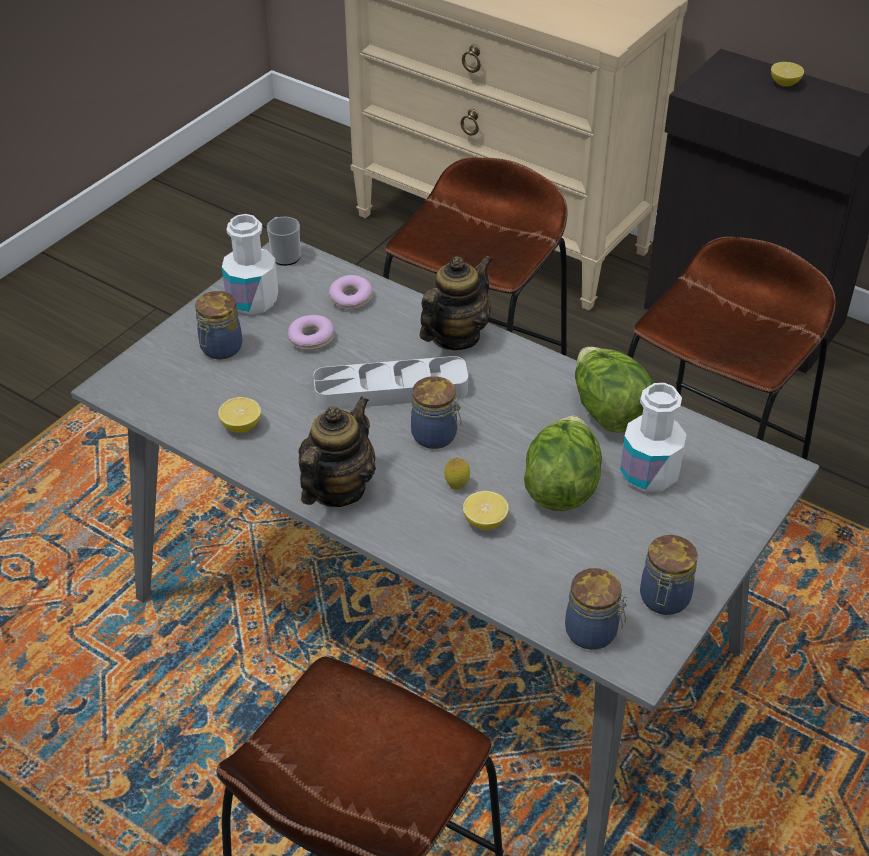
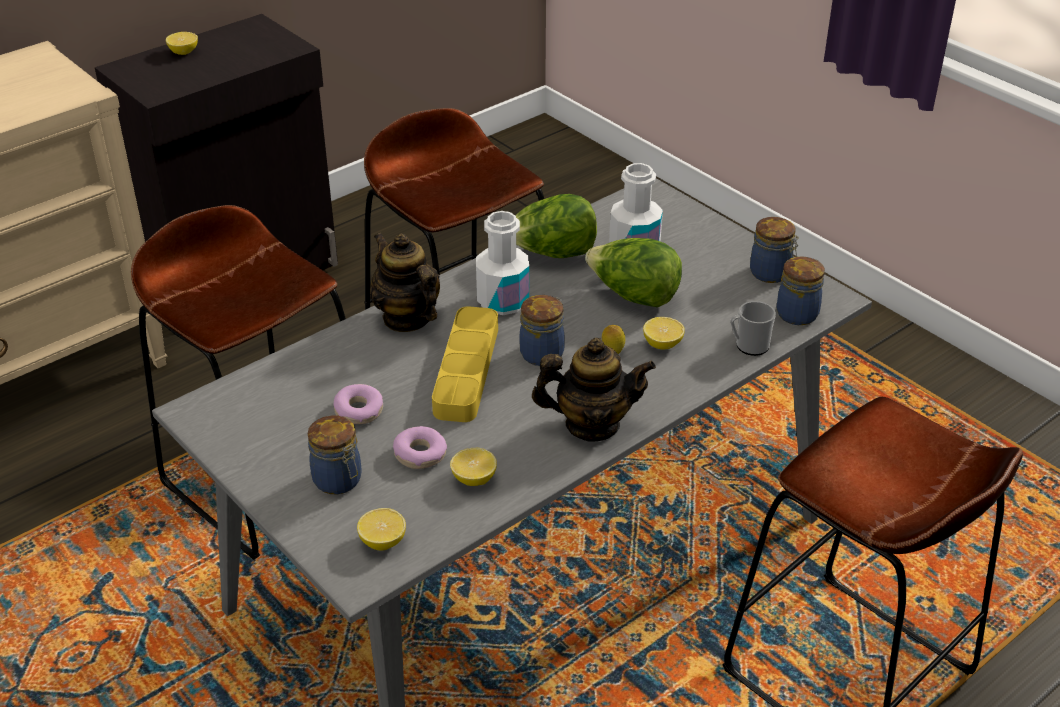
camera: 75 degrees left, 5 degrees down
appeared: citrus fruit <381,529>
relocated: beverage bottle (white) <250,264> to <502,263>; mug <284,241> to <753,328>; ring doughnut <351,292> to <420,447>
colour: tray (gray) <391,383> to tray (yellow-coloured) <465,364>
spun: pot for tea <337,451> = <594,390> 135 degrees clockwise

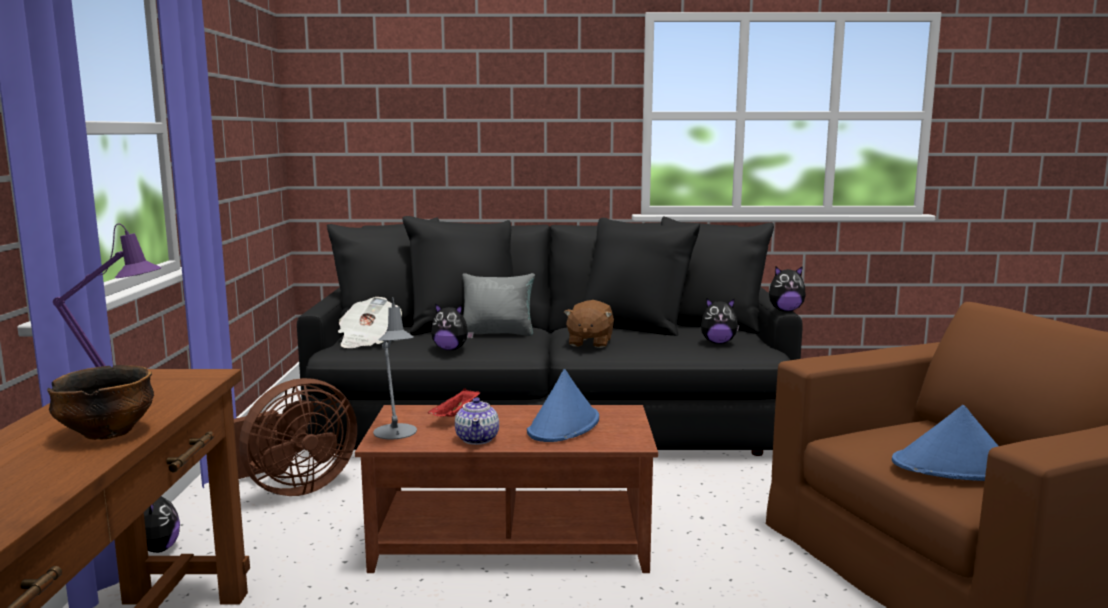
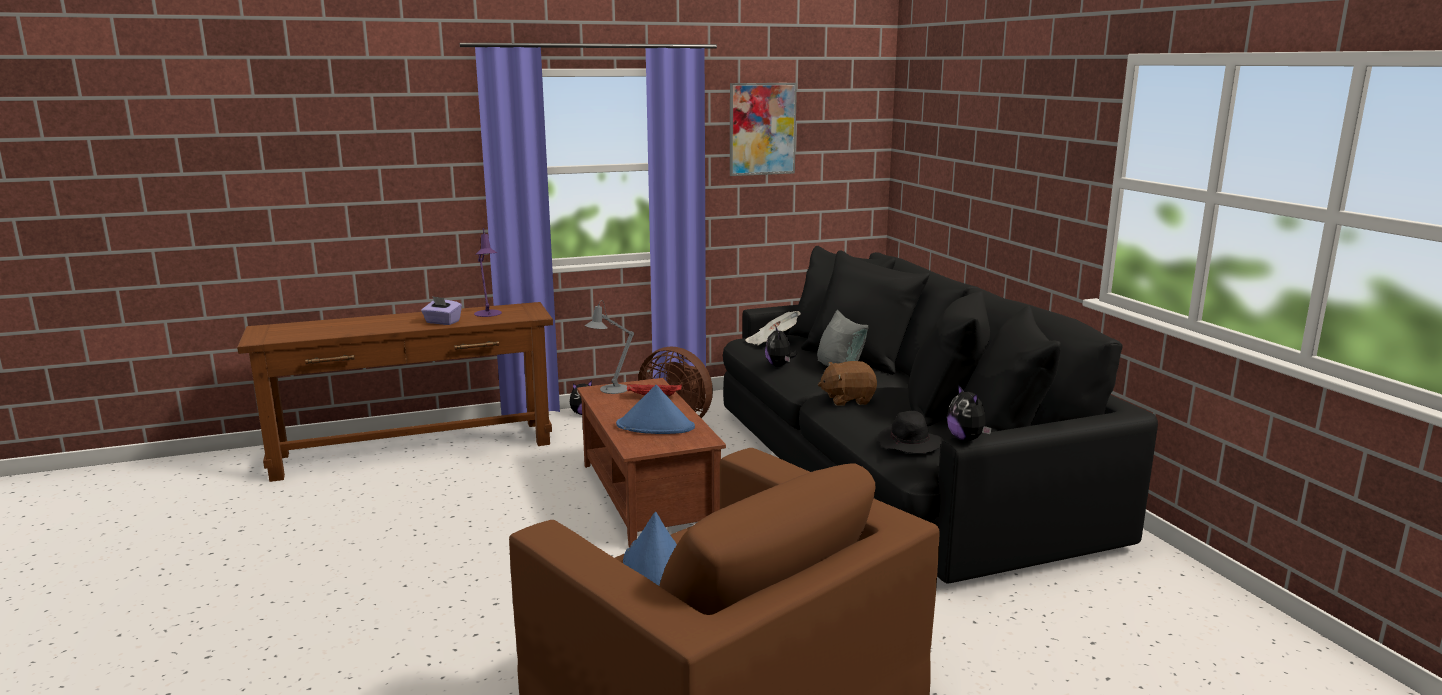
camera: 70 degrees right, 5 degrees up
missing: pot for tea <477,421>
appeared: wall art <763,129>
exchanged: bowl <100,402> to tissue box (purplish) <441,310>; soft toy <720,321> to wearable hat (black) <910,432>

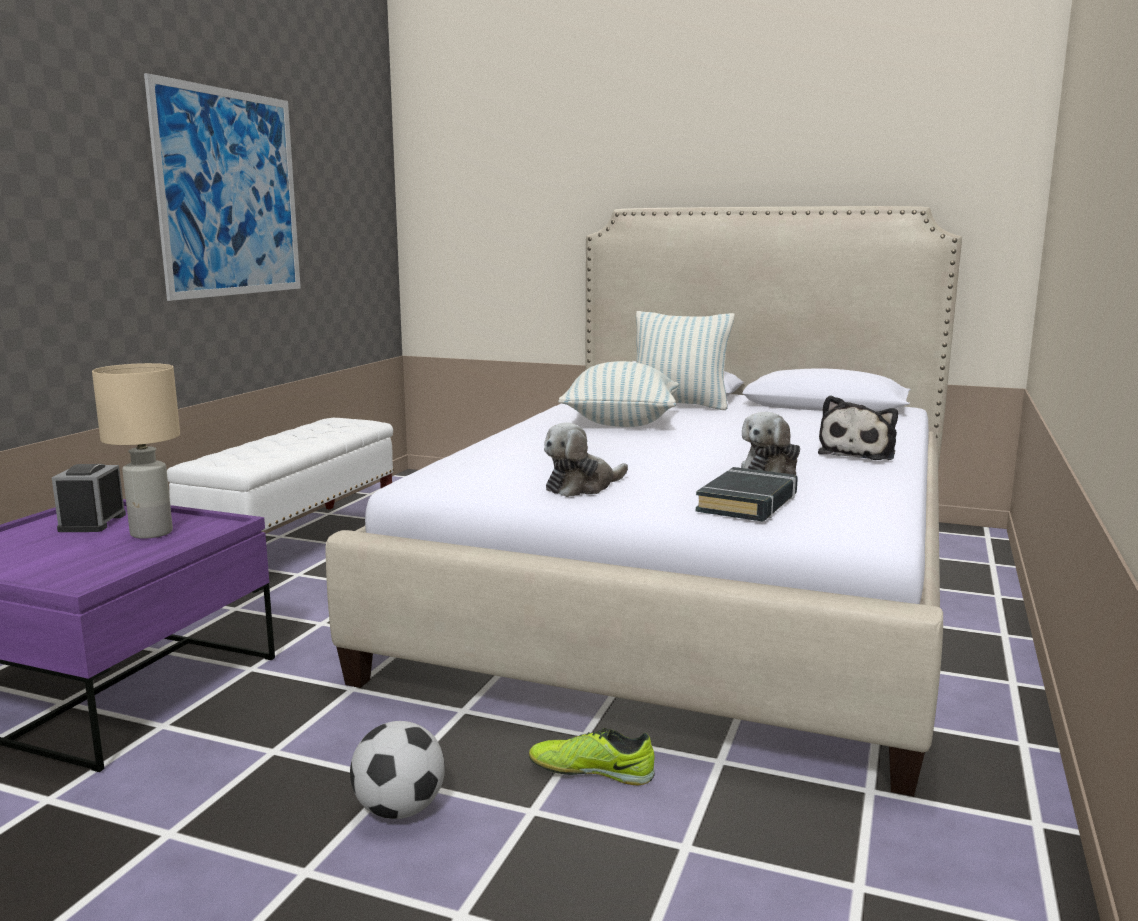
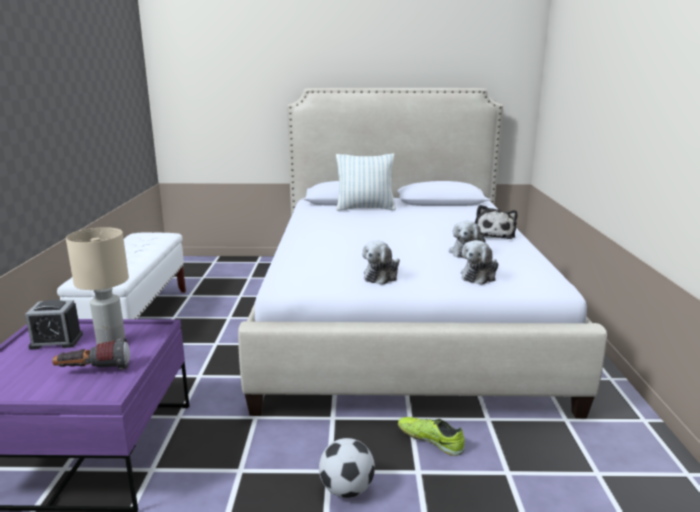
camera: 20 degrees left, 5 degrees up
missing: wall art <222,187>; throw pillow <618,394>
appeared: flashlight <91,354>
exchanged: volume (black) <747,494> to soft toy <480,262>
spun: table clock <89,498> = <54,325> 75 degrees counterclockwise; shoe <592,756> = <431,436> 45 degrees clockwise

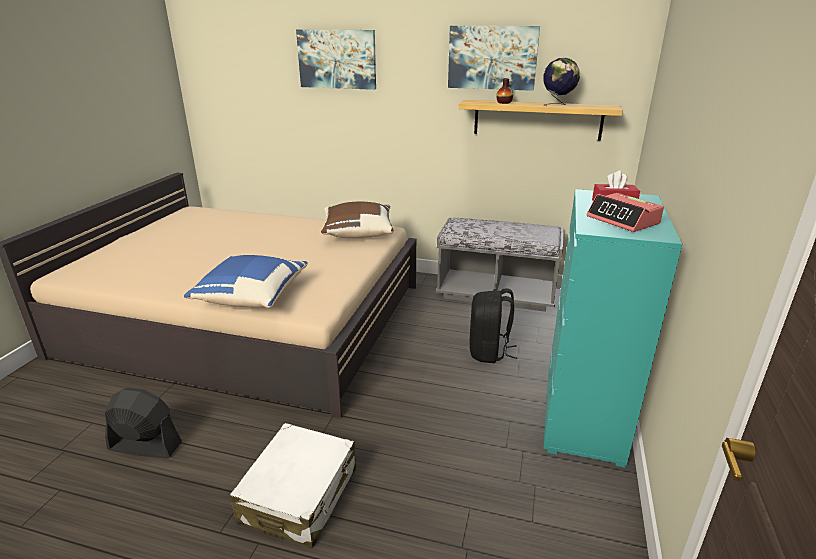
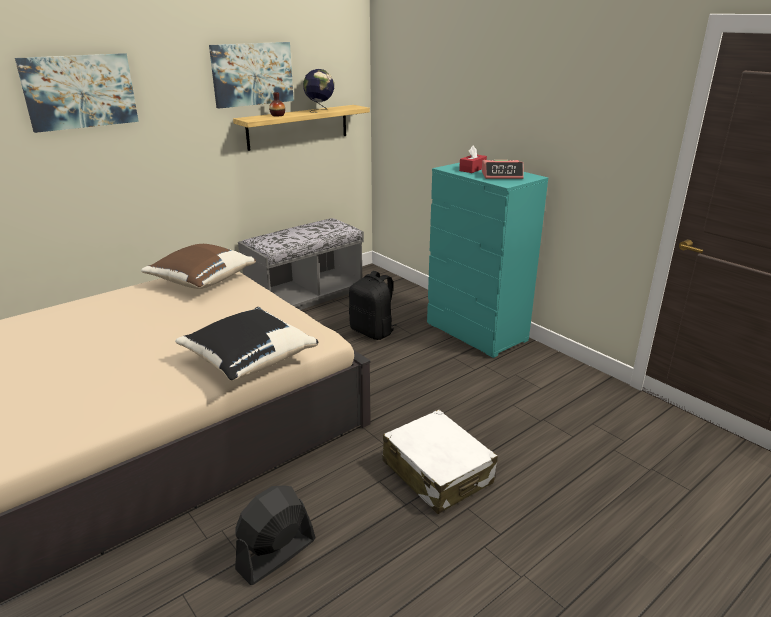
camera: 55 degrees left, 0 degrees up
colour: throw pillow (blue) <246,281> to throw pillow (black) <247,344>

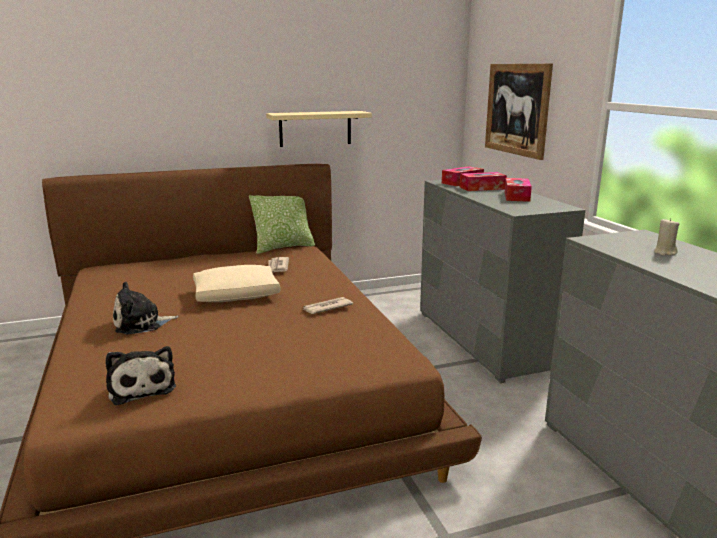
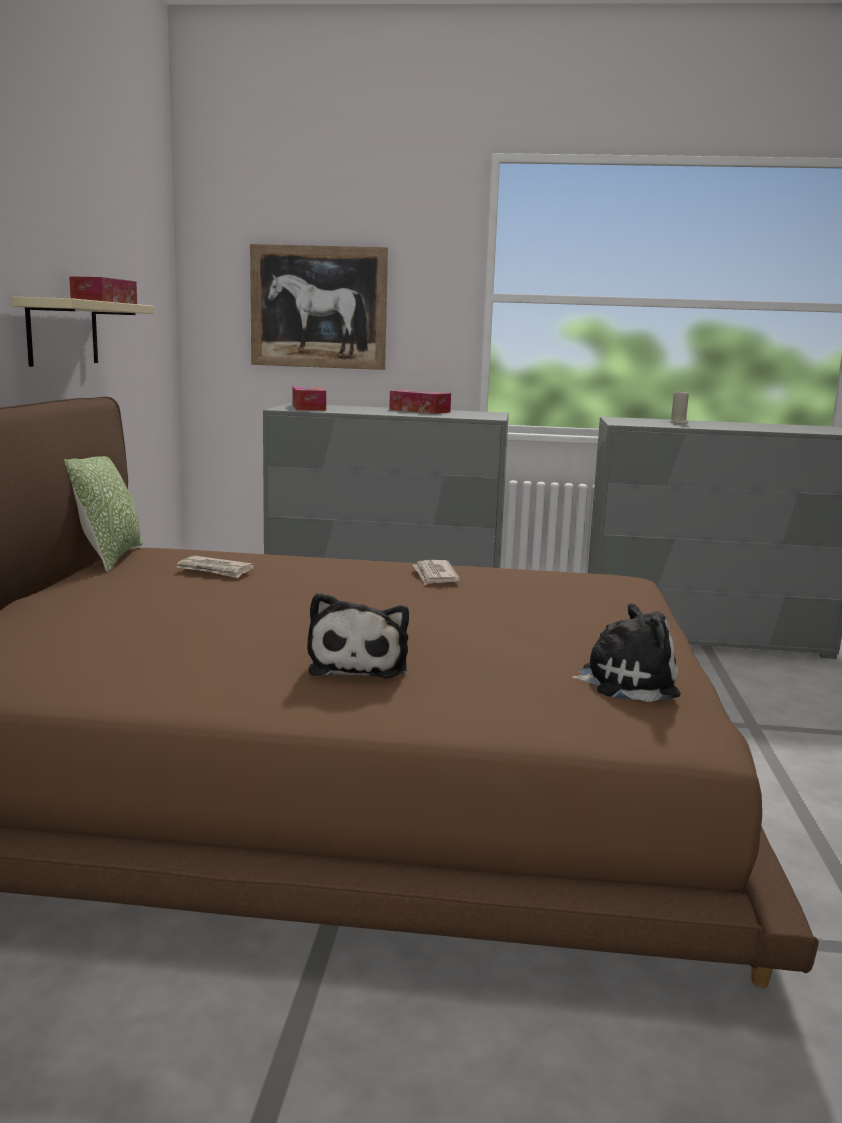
camera: 65 degrees left, 5 degrees down
missing: throw pillow (beige-coloured) <237,283>
relocated: tissue box <483,181> to <103,290>

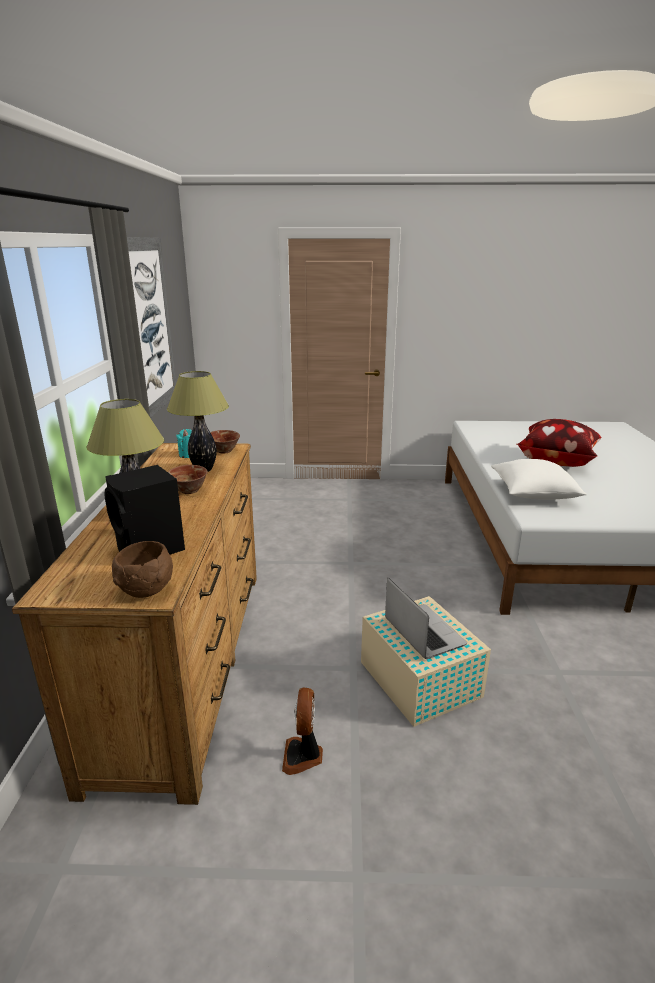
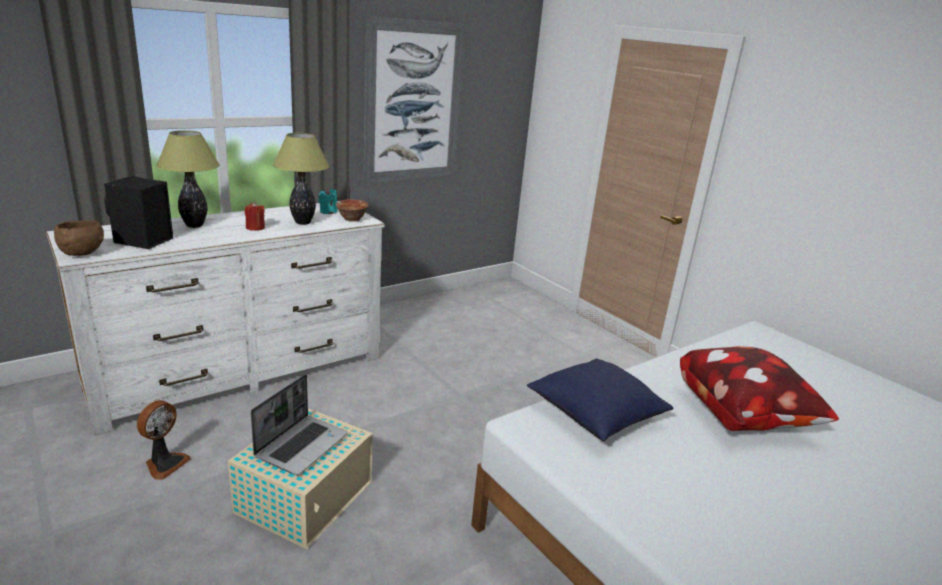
camera: 50 degrees right, 0 degrees up
exchanged: bowl <187,479> to wax candle (red) <255,216>
colour: chest of drawers (brownish) <134,624> to chest of drawers (white) <215,318>; throw pillow (white) <539,479> to throw pillow (blue) <600,400>
spun: cooling fan <302,731> = <164,440> 150 degrees clockwise

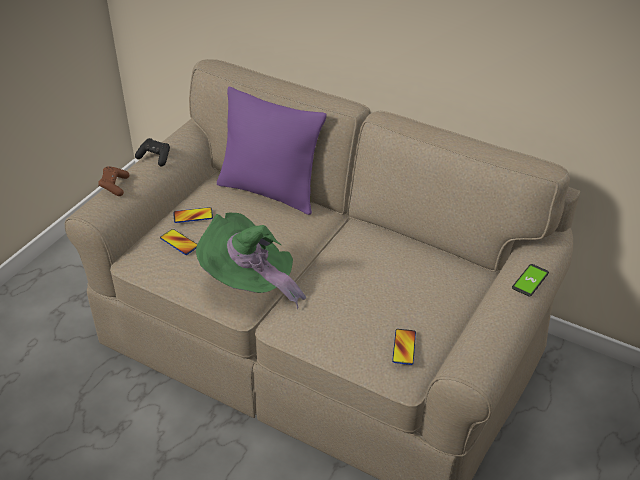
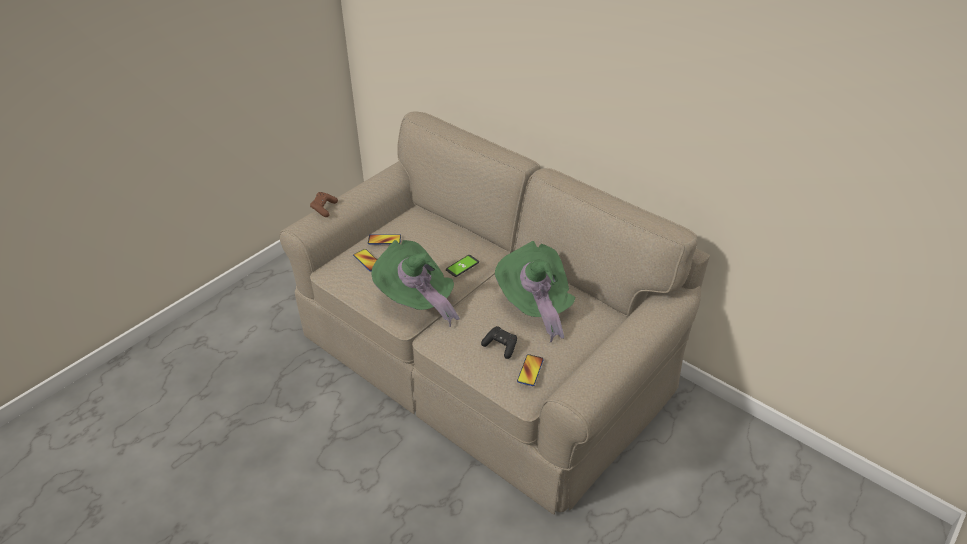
camera: 10 degrees right, 0 degrees up
missing: throw pillow (purplish) <271,150>
appeared: wearable hat (greenish) <535,291>
relocated: game controller (black) <152,152> to <499,342>; handset <530,280> to <462,266>

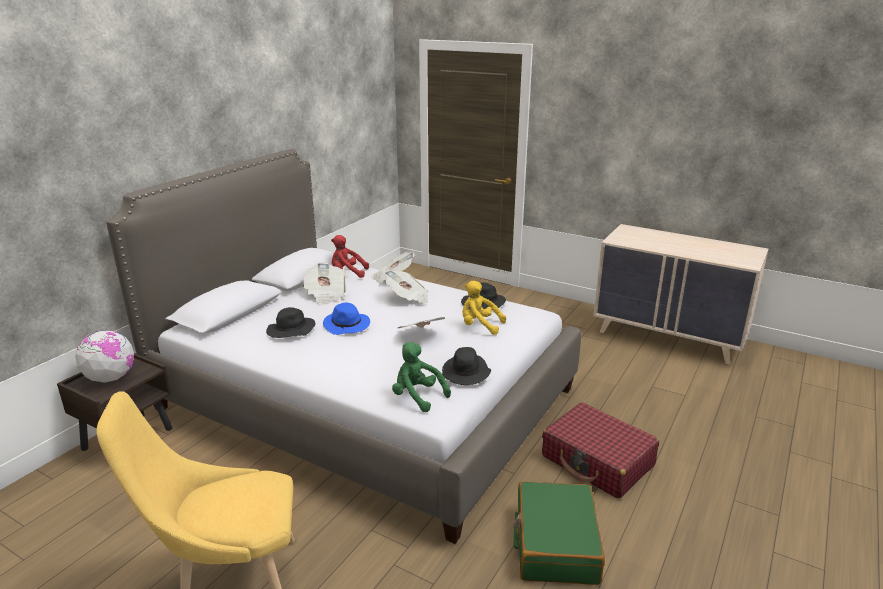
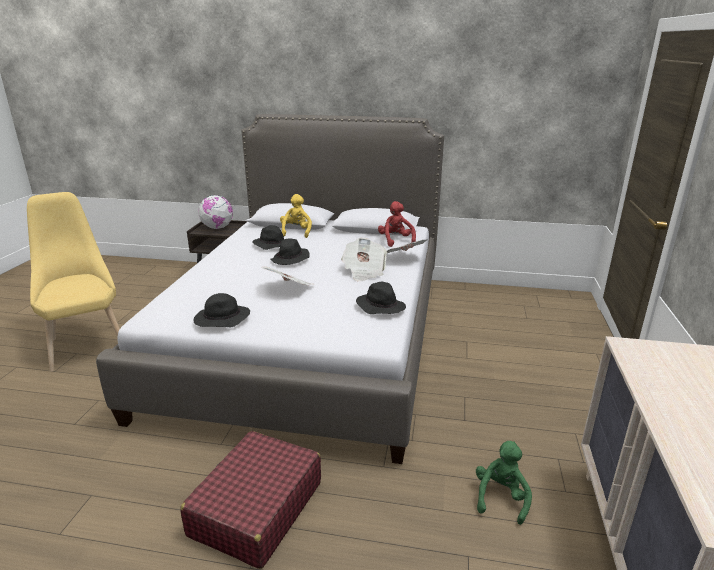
camera: 70 degrees right, 0 degrees up
missing: newspaper <325,283>; travel case (greenish) <559,533>
relocated: soft toy (greenish) <421,377> to <504,483>; soft toy (yellow-coloured) <484,308> to <296,216>
colour: wearable hat (blue) <346,319> to wearable hat (black) <290,252>

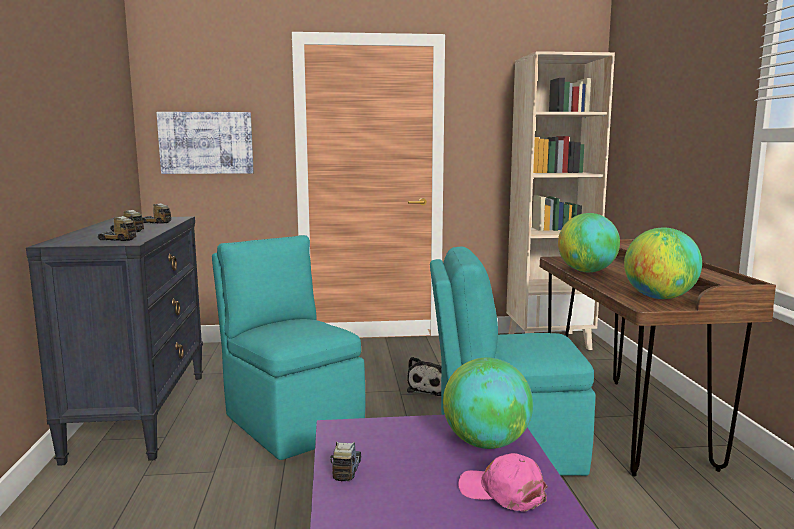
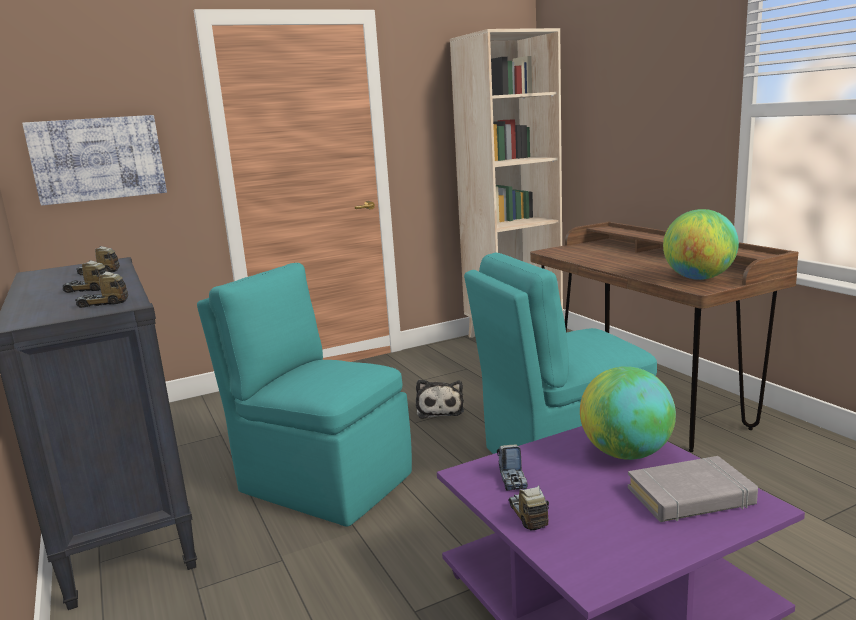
camera: 20 degrees left, 5 degrees up
missing: world globe <589,242>
appeared: toy truck <512,468>
exchanged: cap (pink) <503,482> to volume (gray) <693,489>

